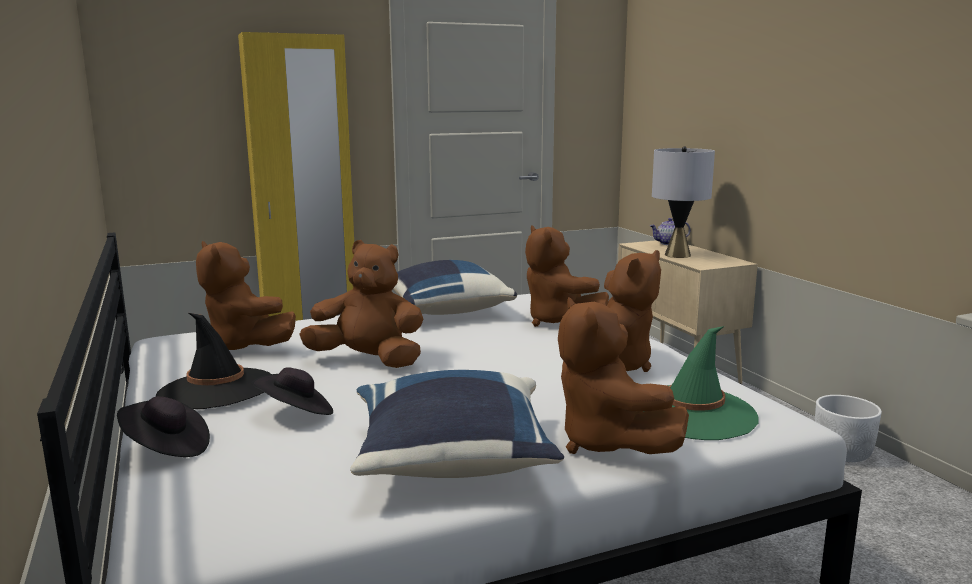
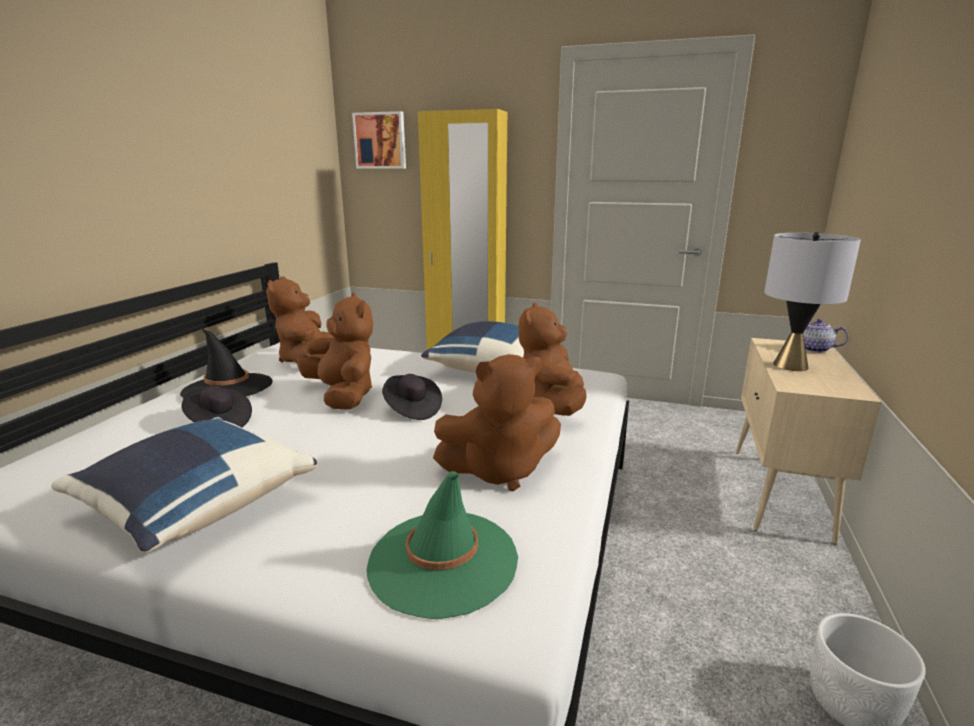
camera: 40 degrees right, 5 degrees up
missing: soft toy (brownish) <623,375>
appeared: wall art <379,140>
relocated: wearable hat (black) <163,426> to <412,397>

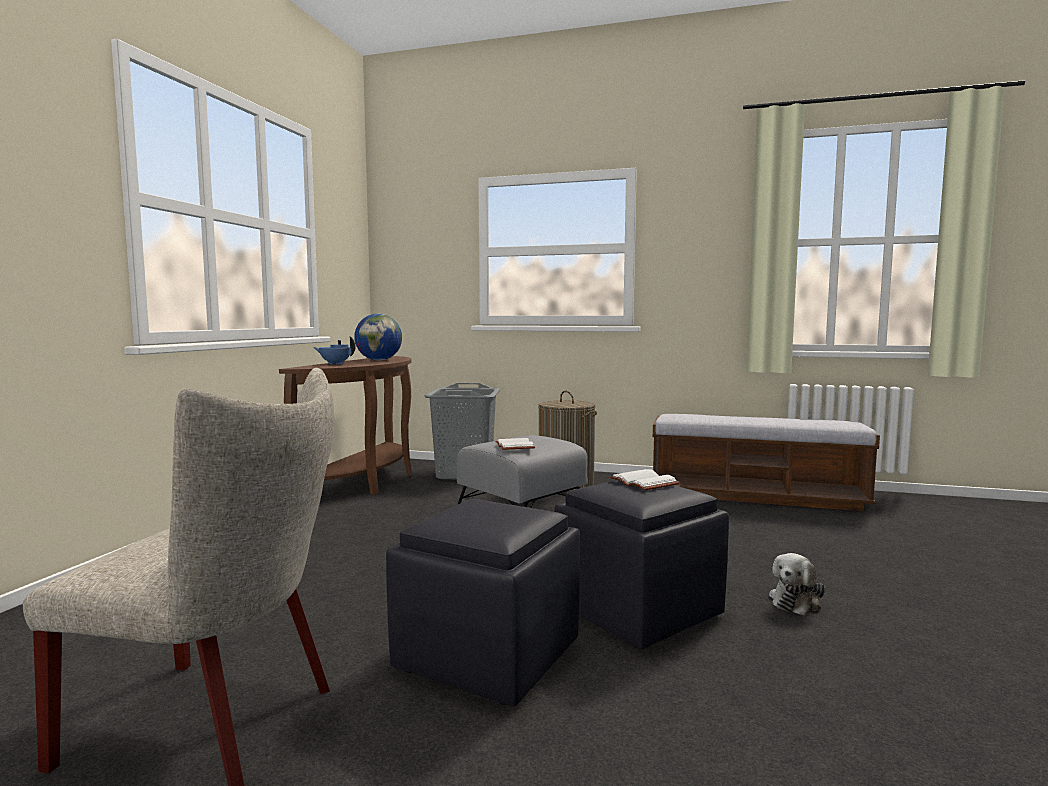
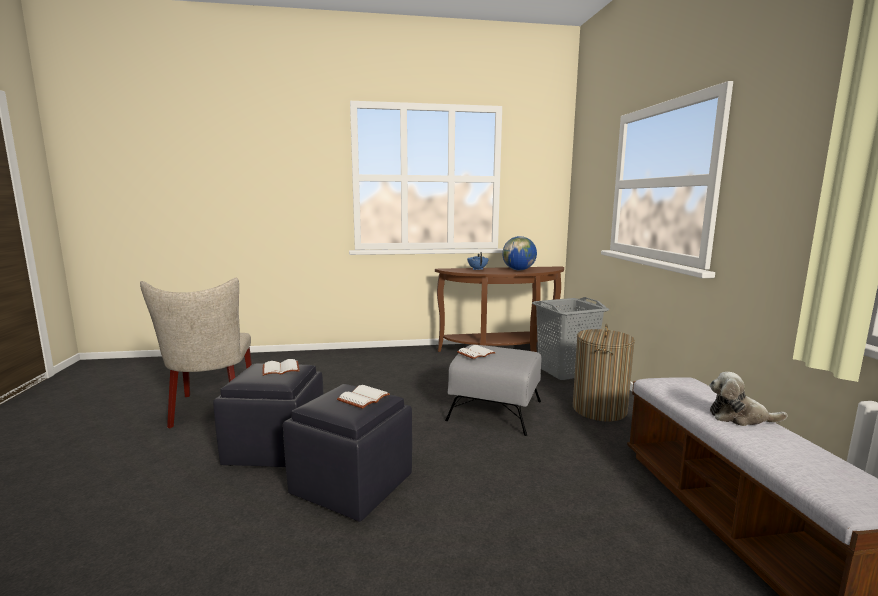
camera: 65 degrees right, 5 degrees up
appeared: volume (white) <281,367>
relocated: soft toy <797,584> to <748,399>

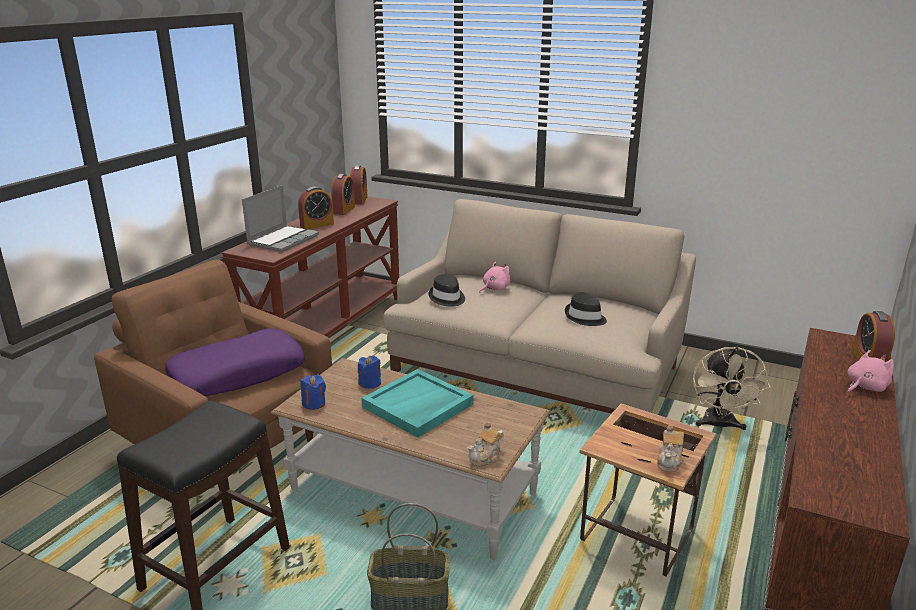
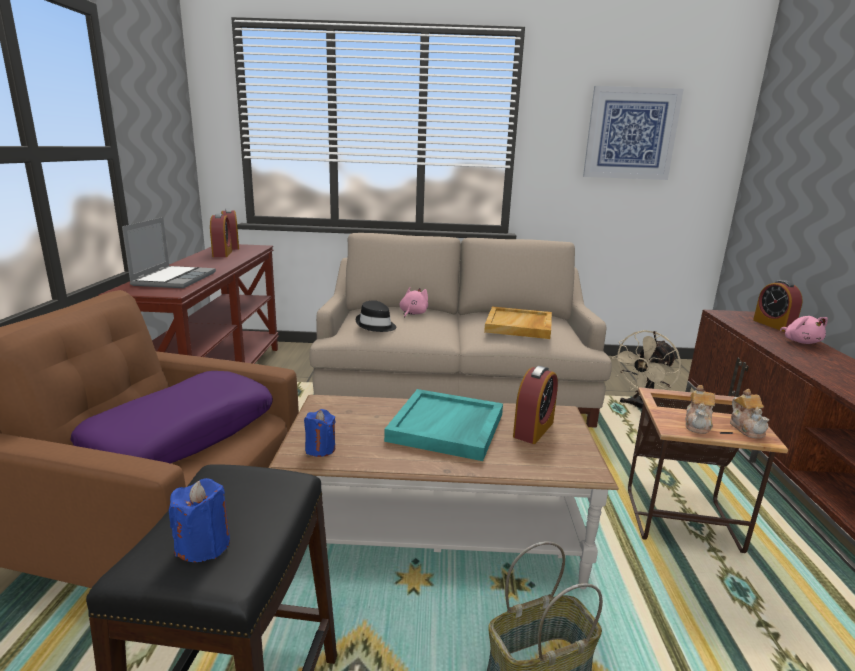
camera: 25 degrees left, 5 degrees down
appeared: wall art <633,133>
relocated: table clock <316,207> to <535,405>; wax candle (blue) <369,372> to <199,520>; pot for tea <485,444> to <700,409>
exchanged: wearable hat (black) <586,309> to tray (beige-coloured) <518,322>
spun: cooling fan (beige-coloured) <732,388> = <646,370> 60 degrees clockwise; soft toy (pink) <870,371> = <804,330> 135 degrees clockwise

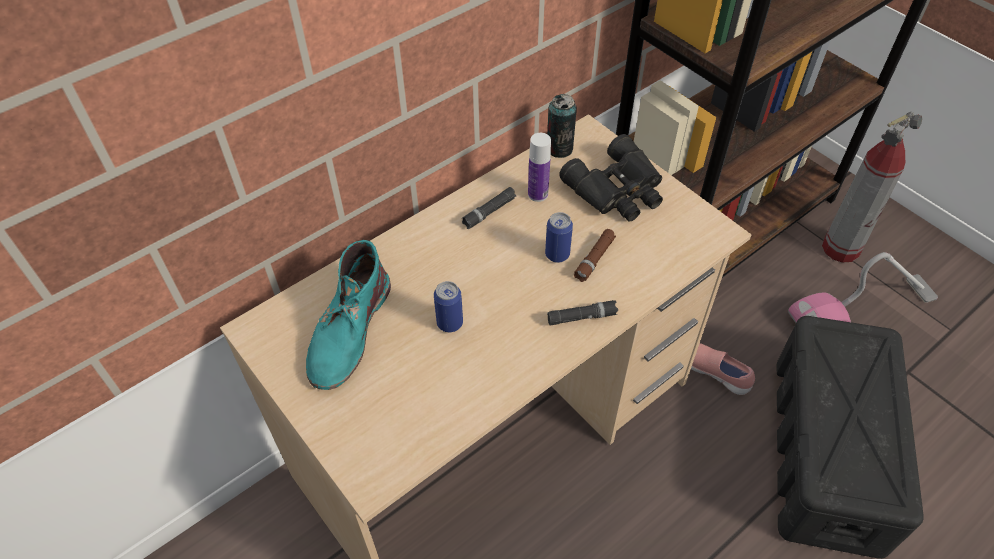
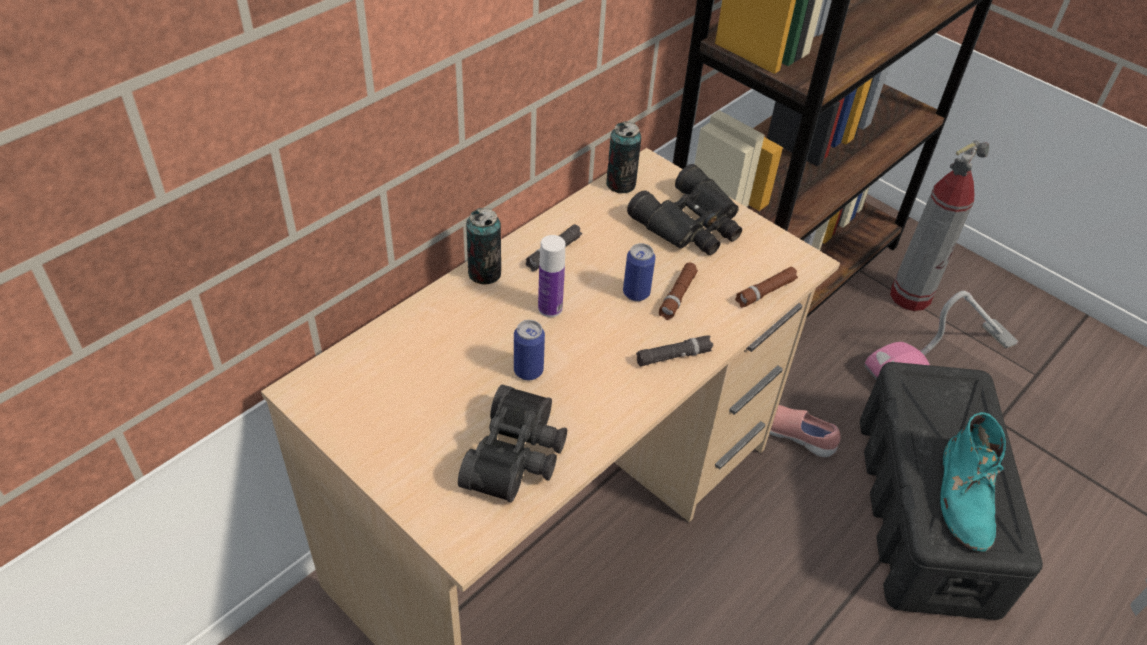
camera: 10 degrees left, 5 degrees down
appeared: binoculars (black) <512,443>; metal can <483,246>; flashlight (brownish) <766,287>
relocated: tall boot (turquoise-coloured) <348,315> to <973,482>; beverage bottle <539,167> to <551,276>

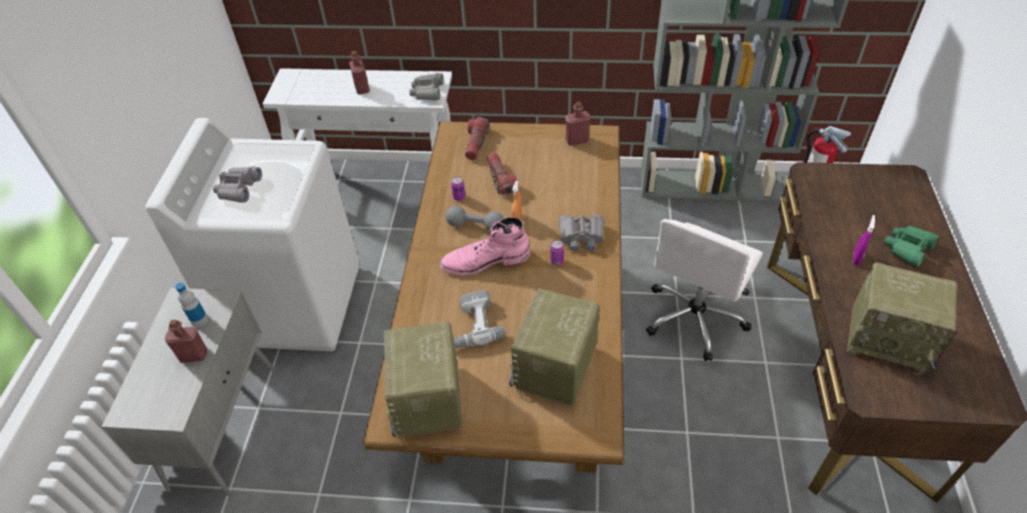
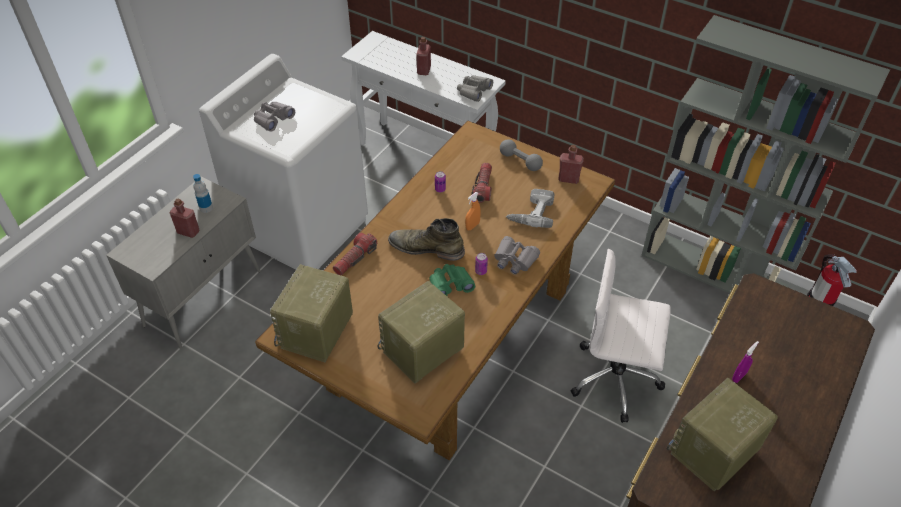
camera: 25 degrees right, 0 degrees up
relocated: dumbbell (gray) <475,218> to <521,155>; drill <479,319> to <530,208>; flashlight <477,138> to <355,254>; binoculars (greenish) <911,246> to <452,280>
colour: tall boot (pink) <485,246> to tall boot (greenish) <426,239>
spun: desk chair (white) <704,290> = <621,335> 45 degrees clockwise; radio <902,318> = <722,434> 90 degrees clockwise

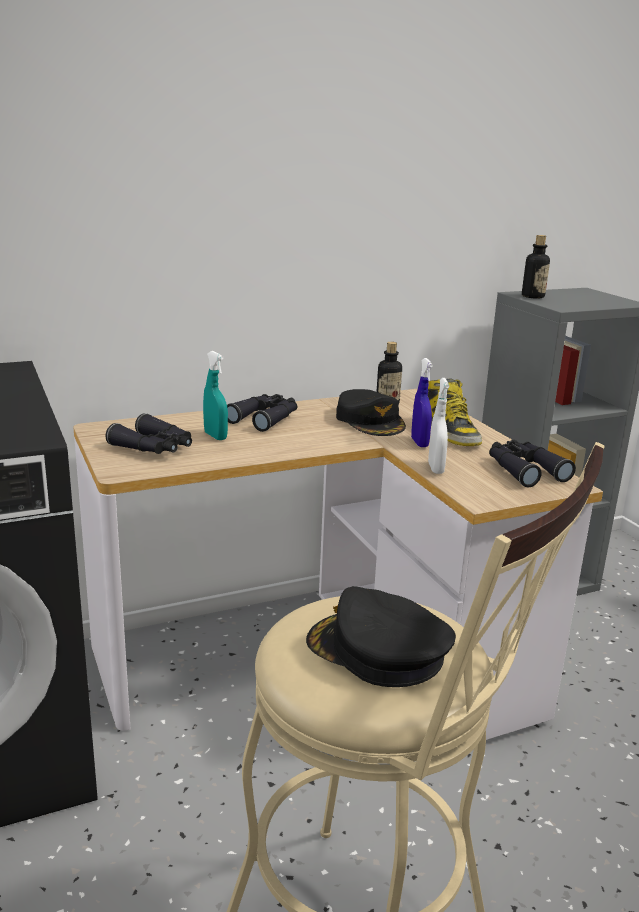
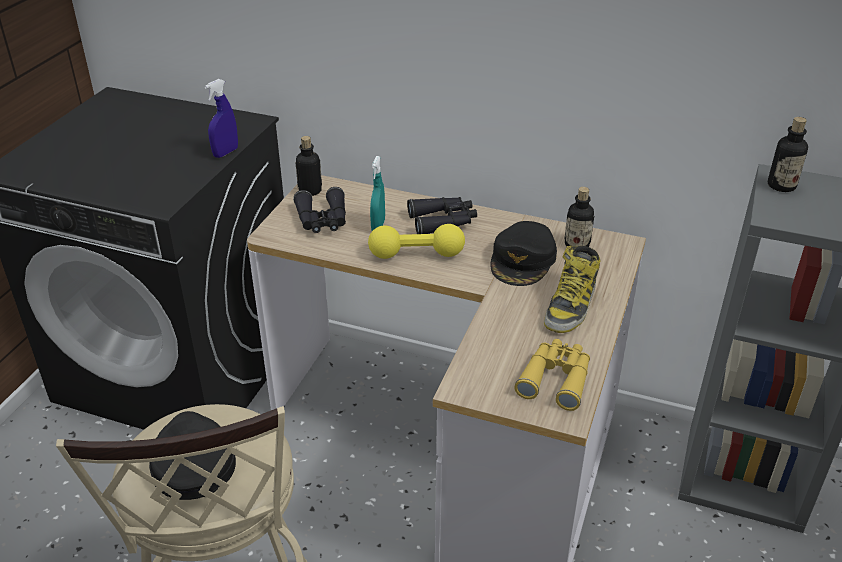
camera: 45 degrees right, 15 degrees up
missing: sprayer (white) <438,426>
appeared: beverage bottle <309,166>; dumbbell (yellow-coloured) <416,241>
relocated: sprayer (blue) <422,402> to <221,118>
colour: binoculars (black) <532,463> to binoculars (yellow-coloured) <552,375>

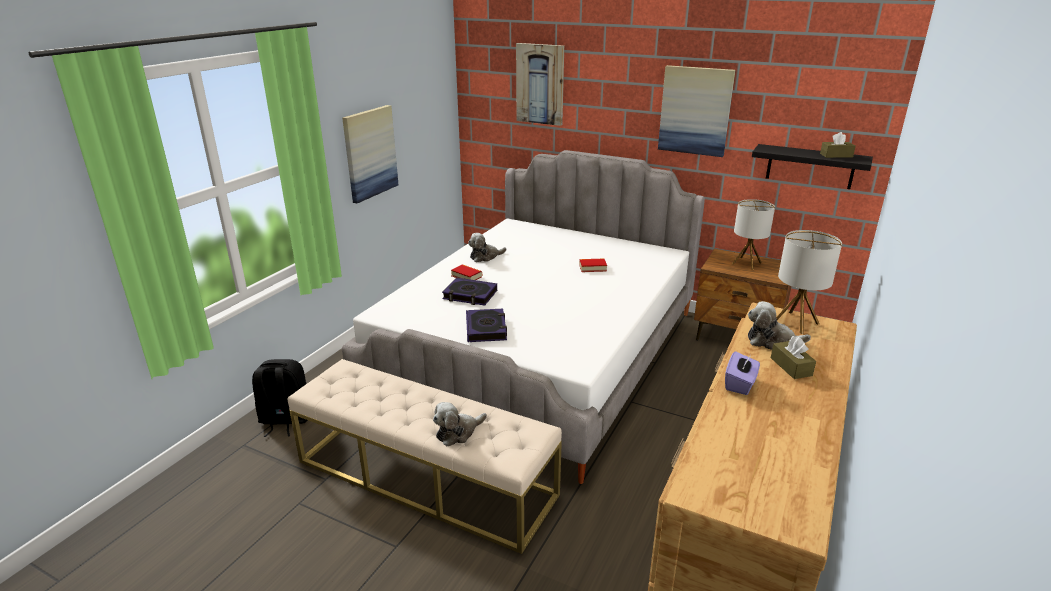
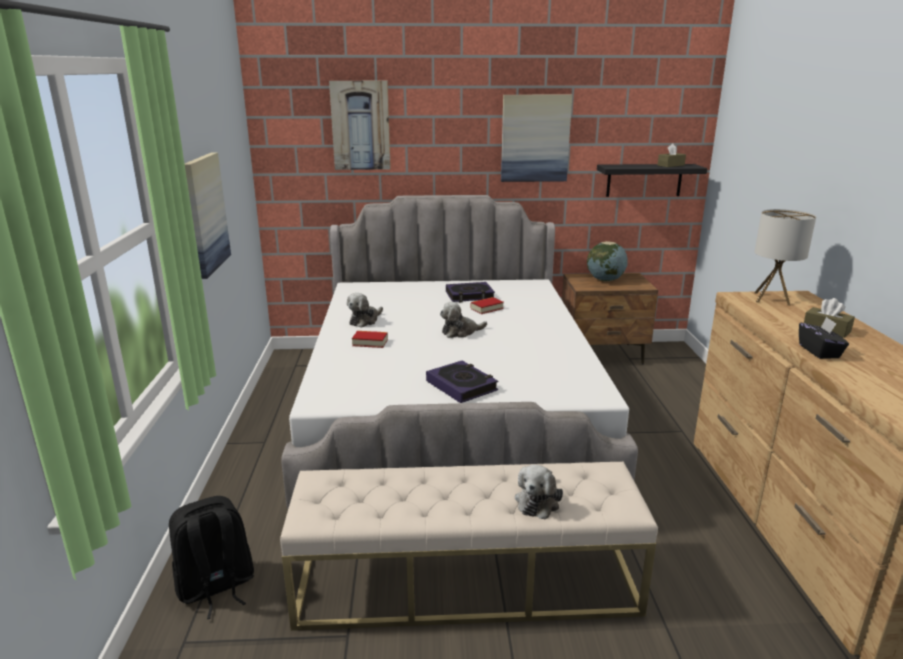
camera: 30 degrees left, 5 degrees down
relocated: volume <469,292> to <470,292>; soft toy <779,325> to <463,320>
exchanged: lamp for a table <753,234> to world globe <607,261>
colour: tissue box (purplish) <742,373> to tissue box (black) <824,338>

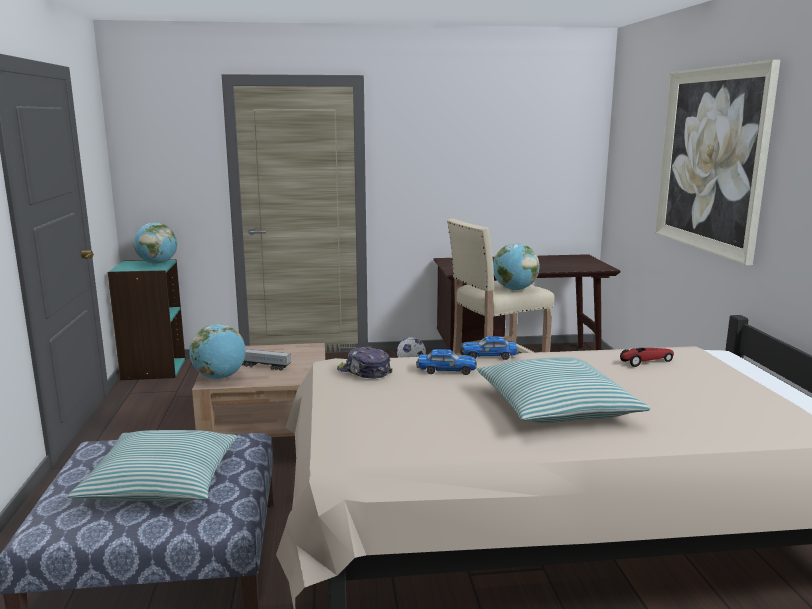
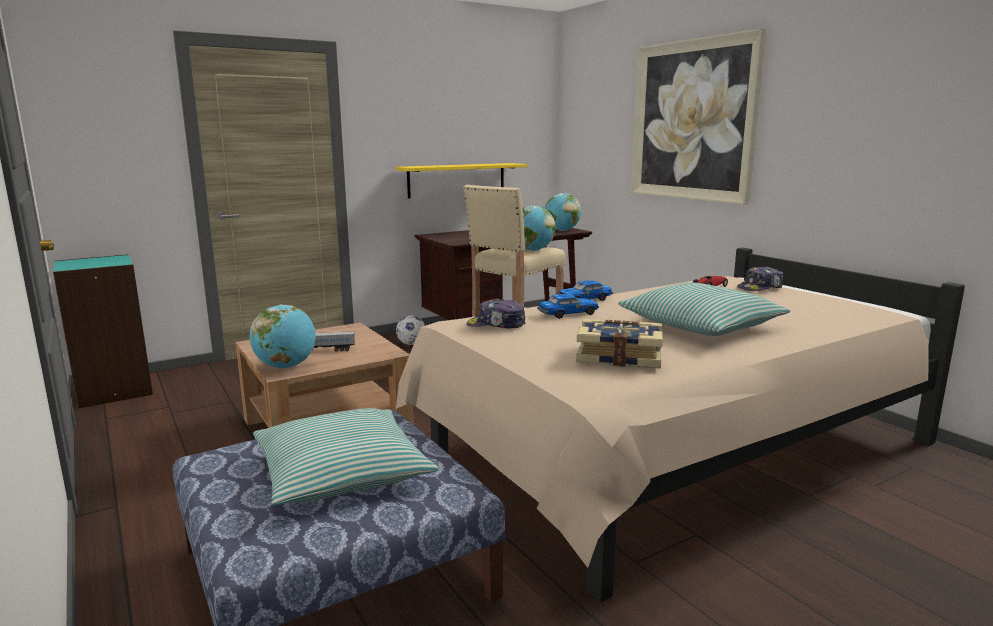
camera: 25 degrees left, 0 degrees up
appeared: shelf (yellow-coloured) <462,181>; volume <619,343>; cap <760,278>
relocated: world globe <155,243> to <563,212>

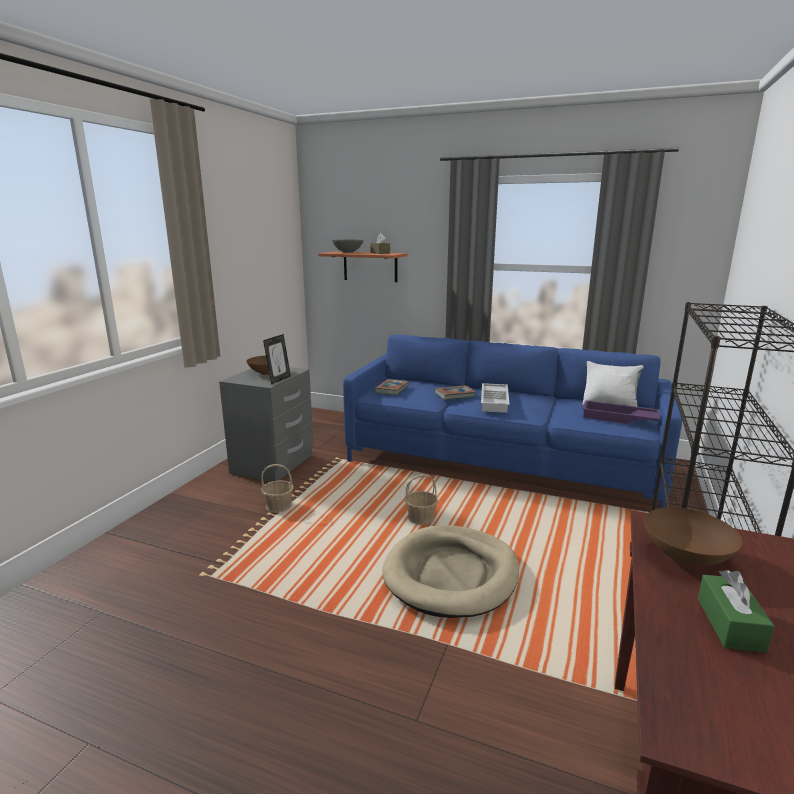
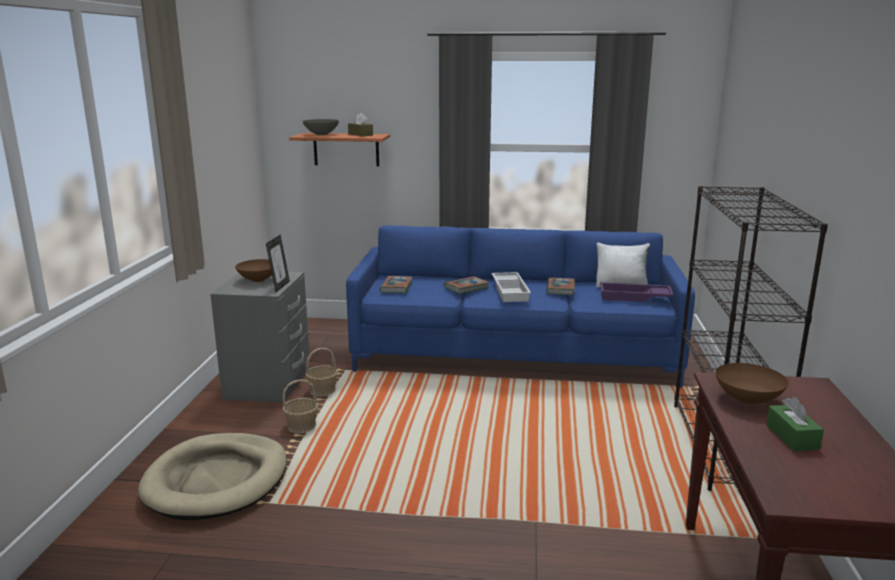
camera: 15 degrees left, 0 degrees up
appeared: volume <560,286>
relocated: dog cushion (beige-coloured) <451,571> to <212,476>; storage basket <421,499> to <322,372>

